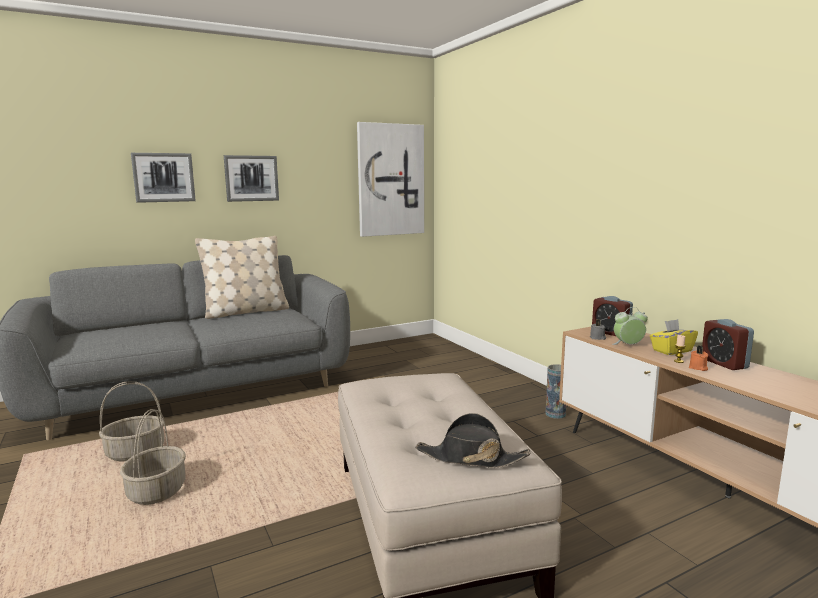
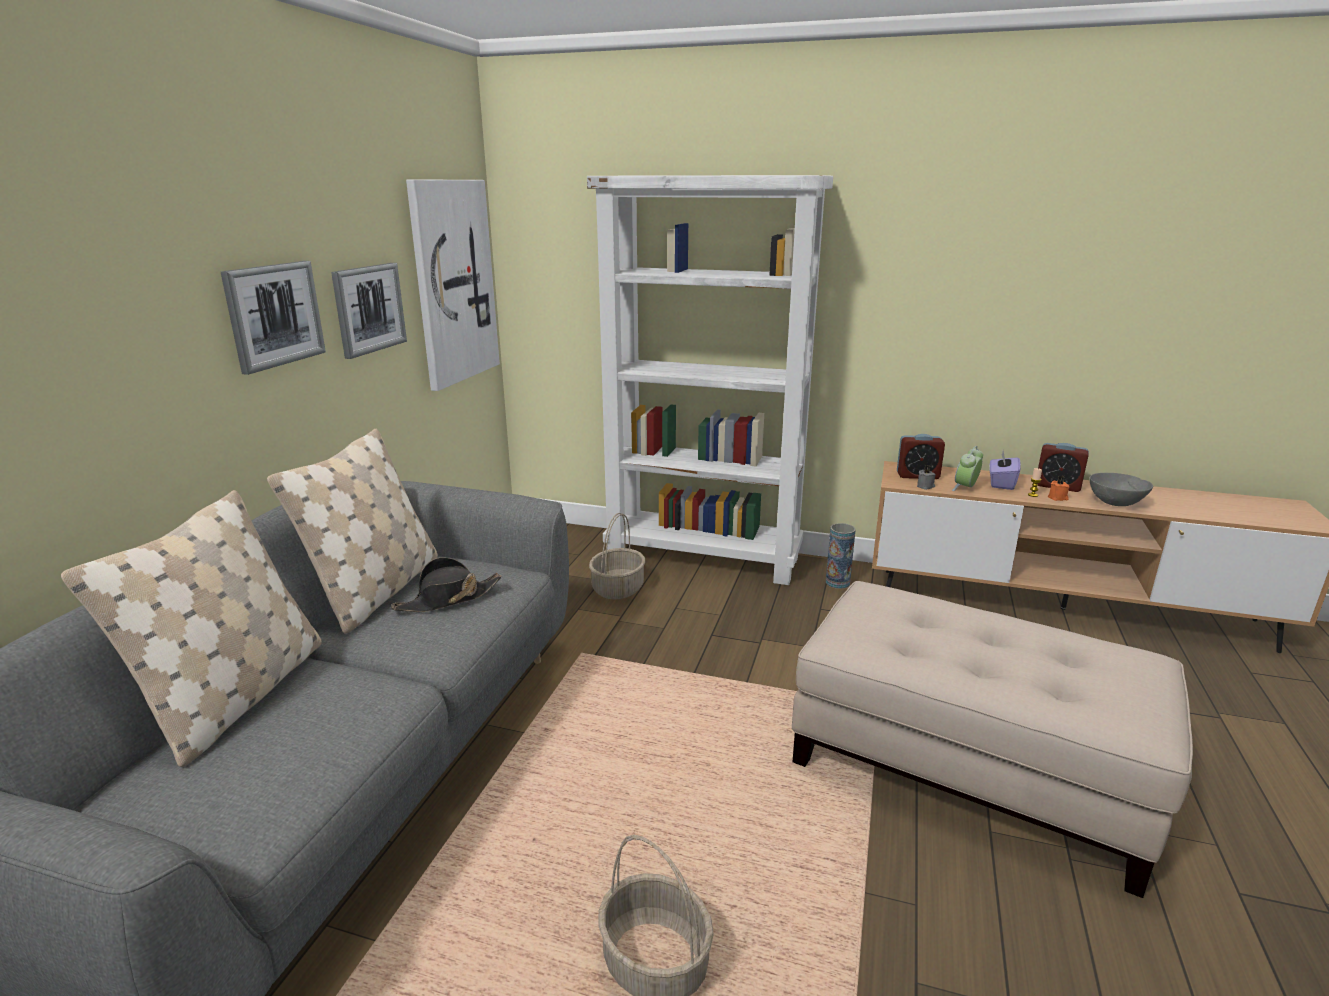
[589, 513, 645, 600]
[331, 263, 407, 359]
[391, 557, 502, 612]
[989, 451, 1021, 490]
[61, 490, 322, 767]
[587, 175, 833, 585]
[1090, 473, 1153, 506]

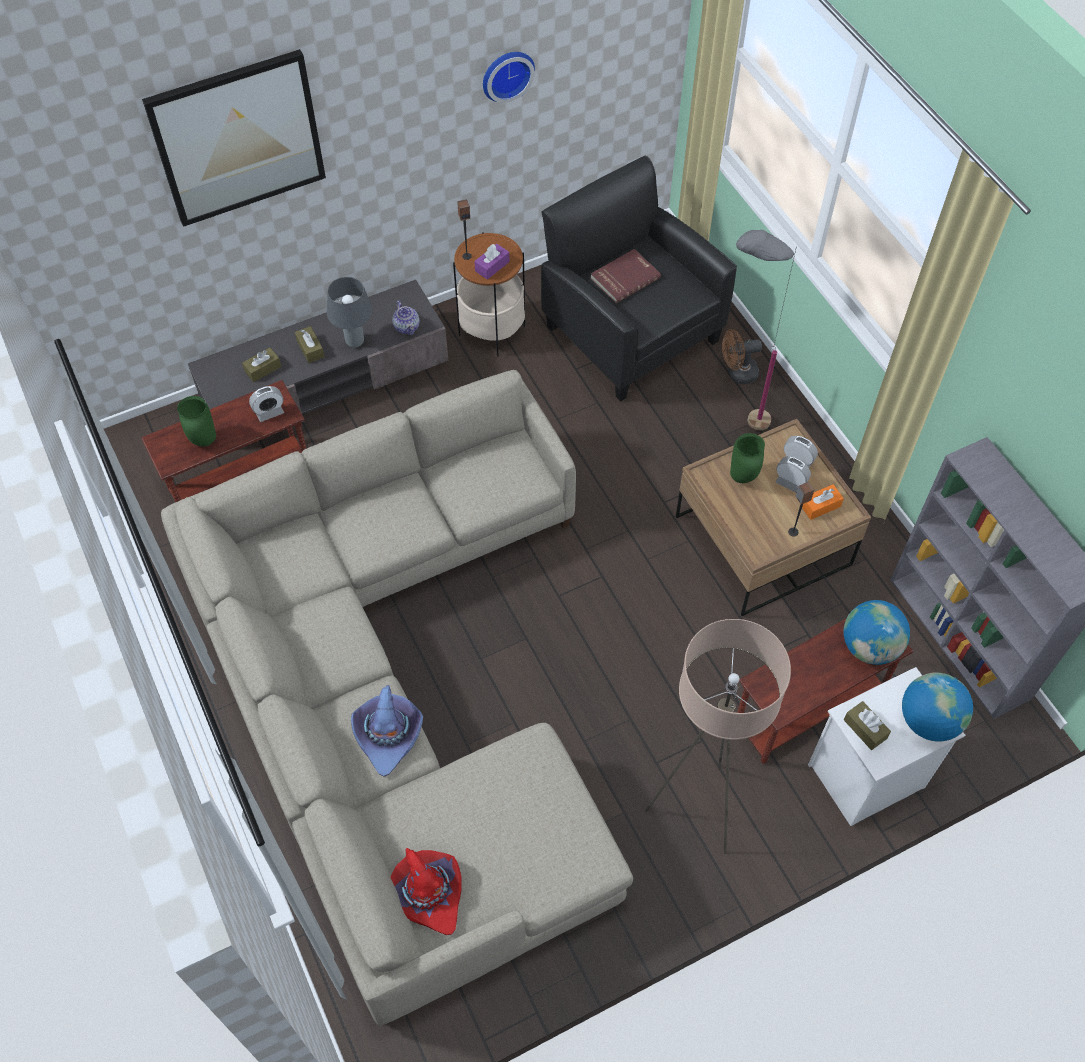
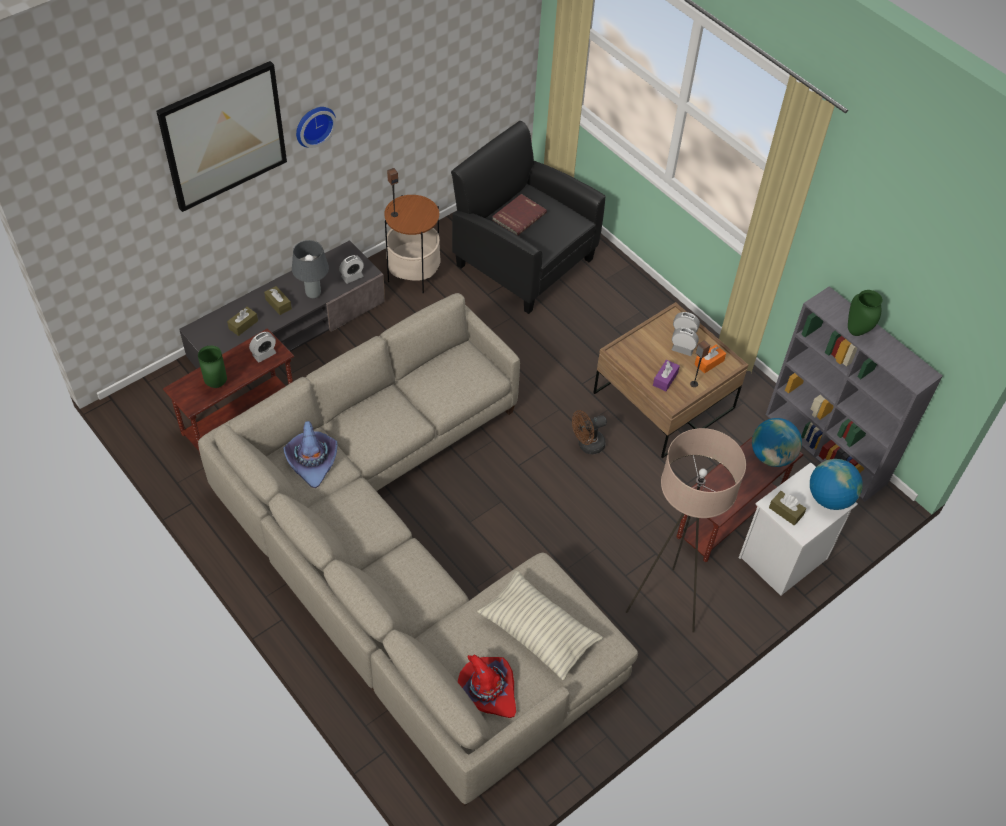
[283, 421, 338, 488]
[339, 255, 364, 284]
[653, 360, 680, 391]
[296, 107, 336, 148]
[572, 410, 607, 454]
[848, 290, 882, 336]
[736, 230, 797, 430] (first image)
[477, 571, 603, 680]

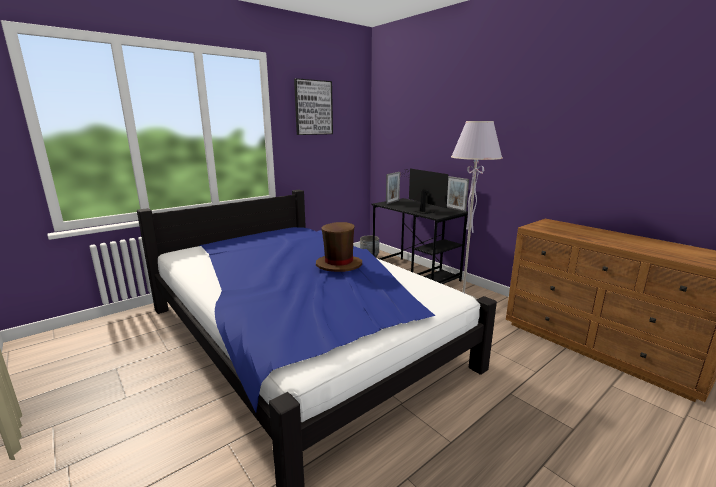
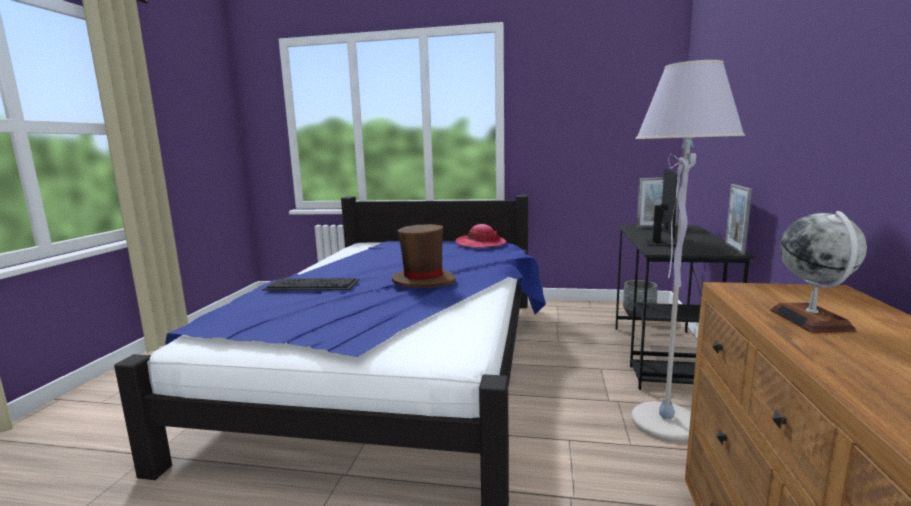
[294, 78, 333, 135] (first image)
[262, 278, 360, 291]
[455, 224, 506, 248]
[770, 211, 867, 333]

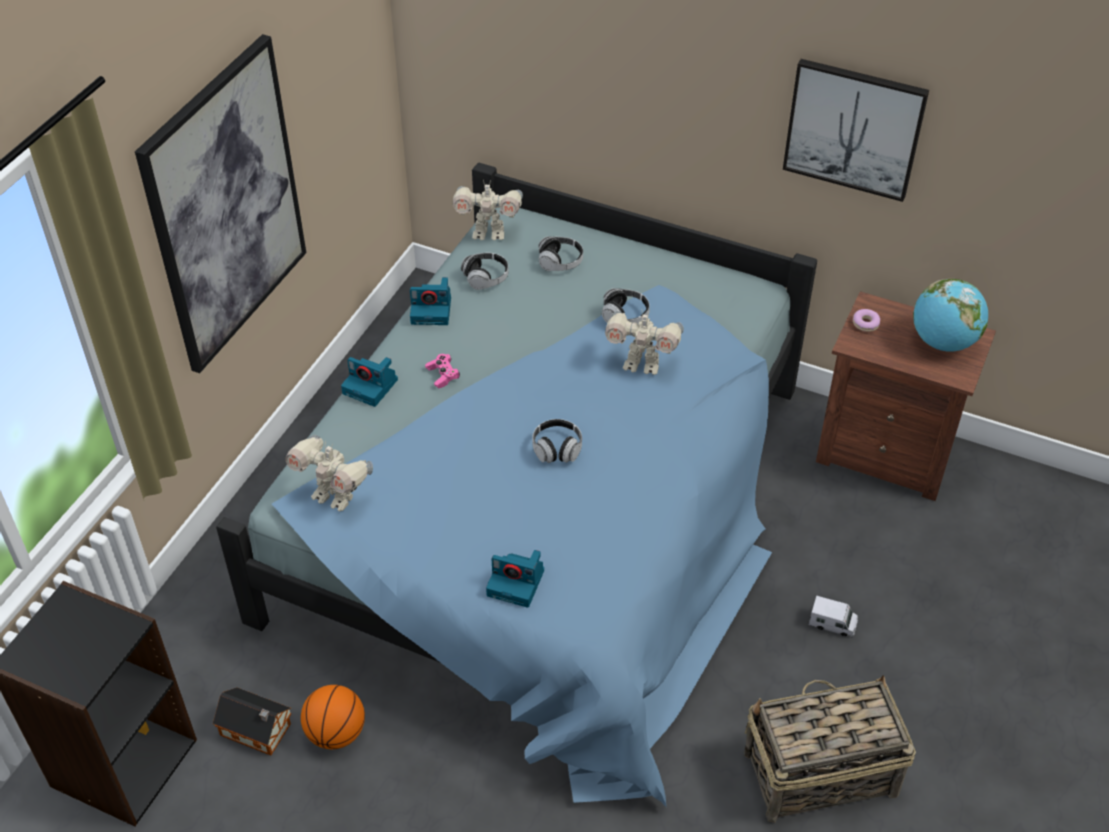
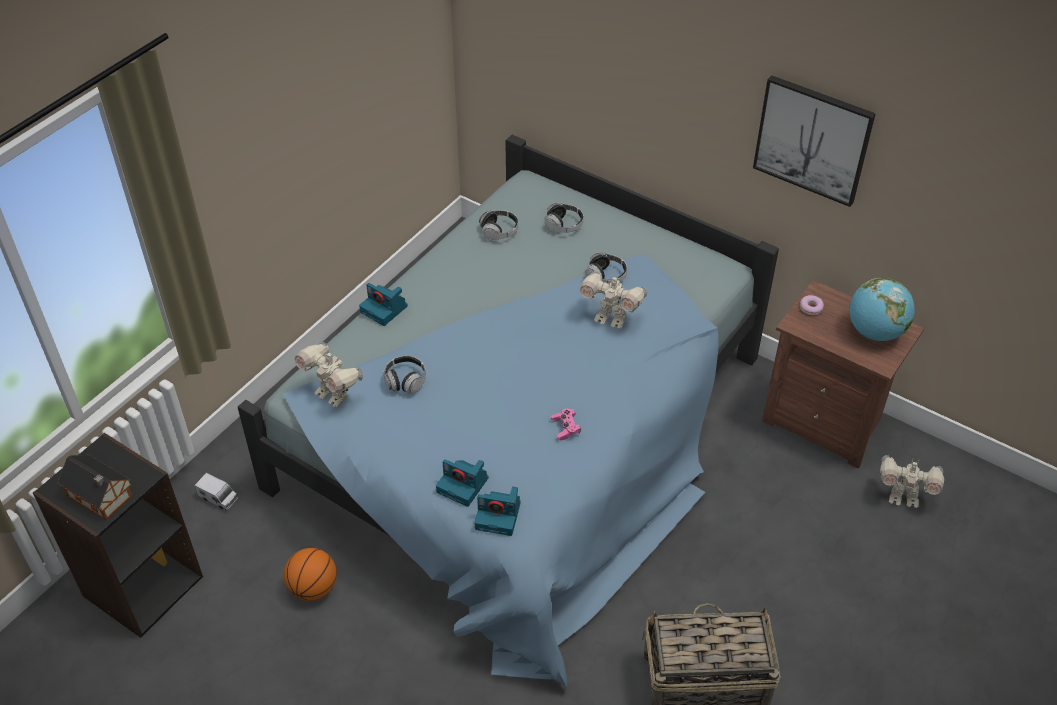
[135, 34, 306, 373] (first image)
[58, 455, 132, 520]
[475, 487, 520, 536]
[551, 408, 581, 441]
[880, 455, 944, 508]
[384, 356, 426, 393]
[195, 473, 238, 510]

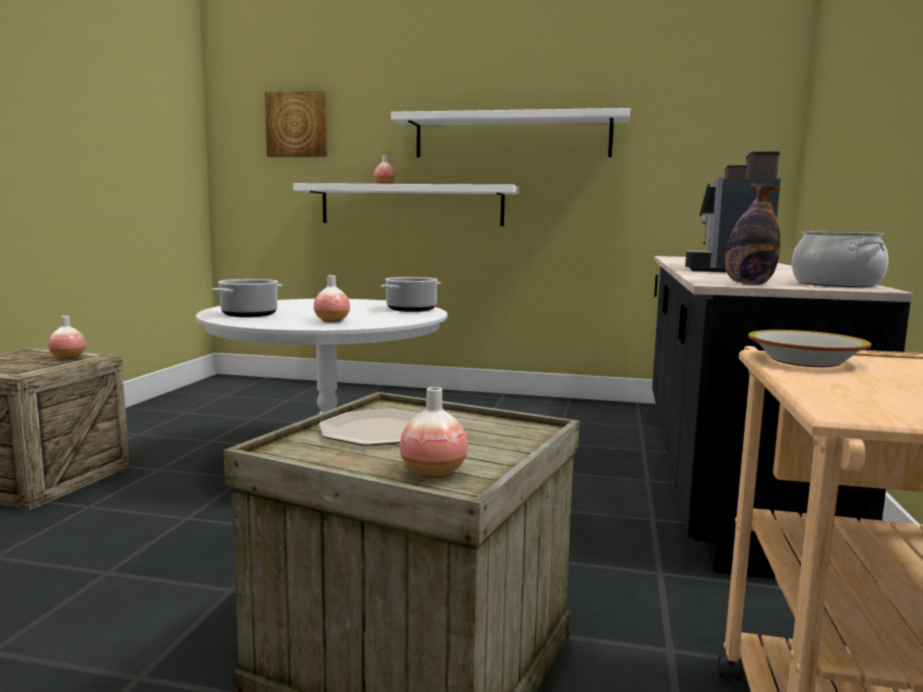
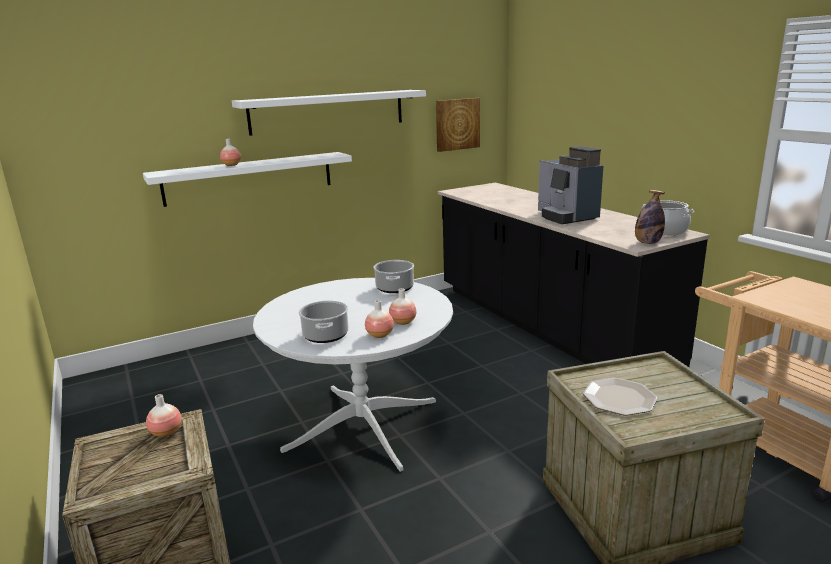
[436, 98, 480, 152]
[365, 300, 394, 338]
[748, 330, 871, 367] (first image)

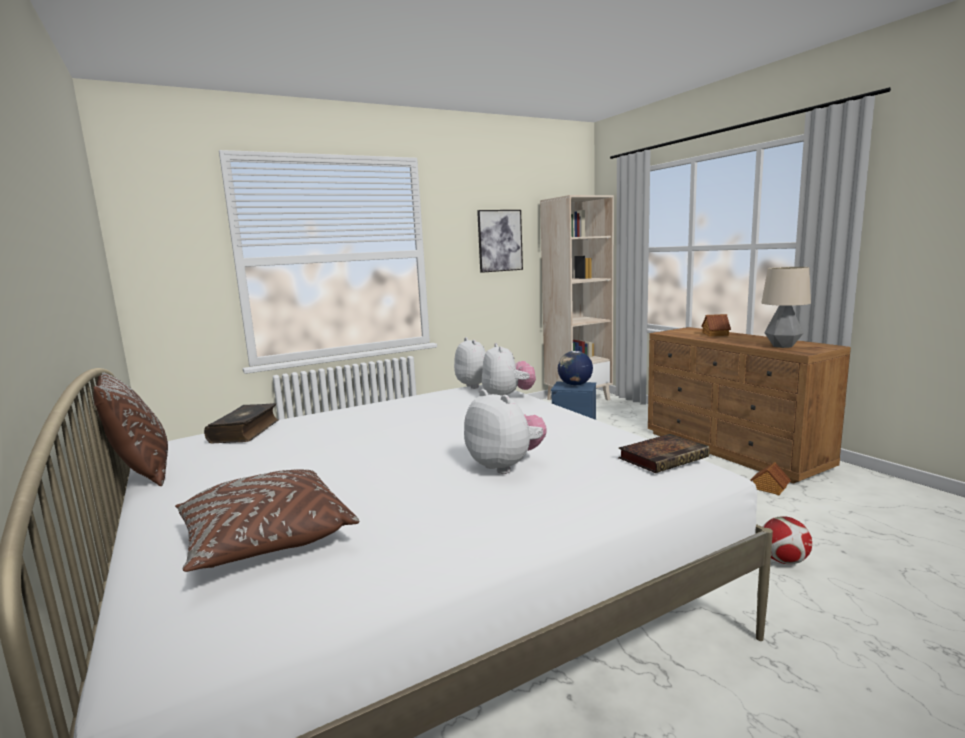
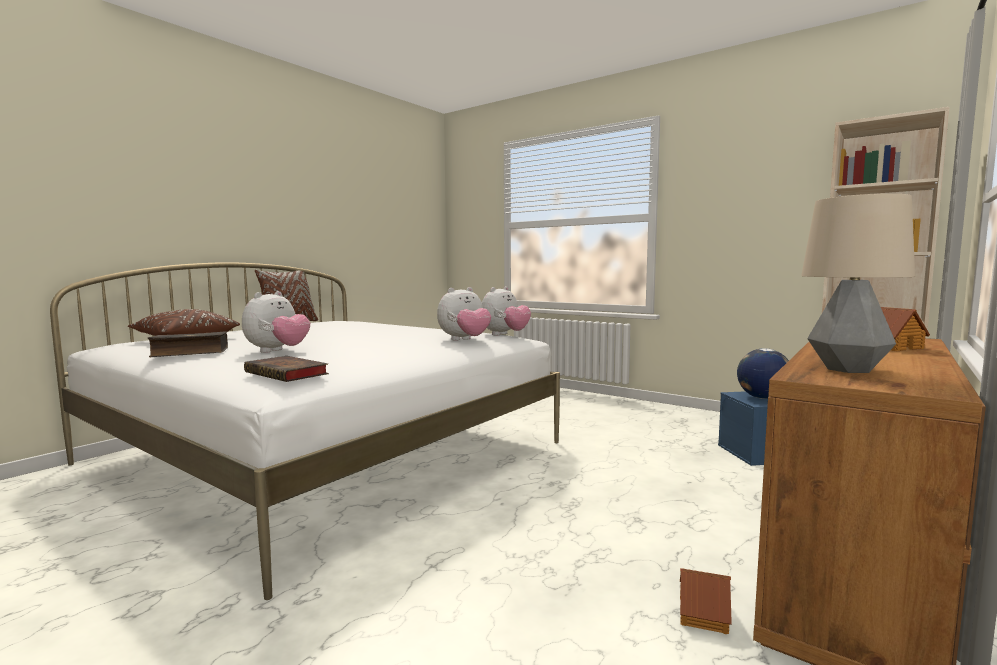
[148, 331, 228, 357]
[477, 210, 523, 273] (first image)
[763, 516, 812, 564] (first image)

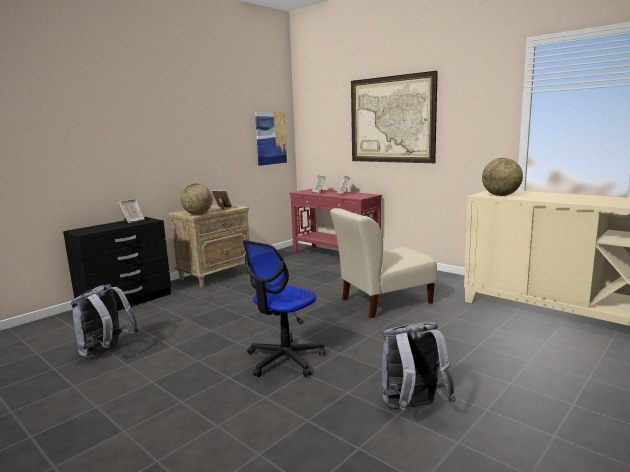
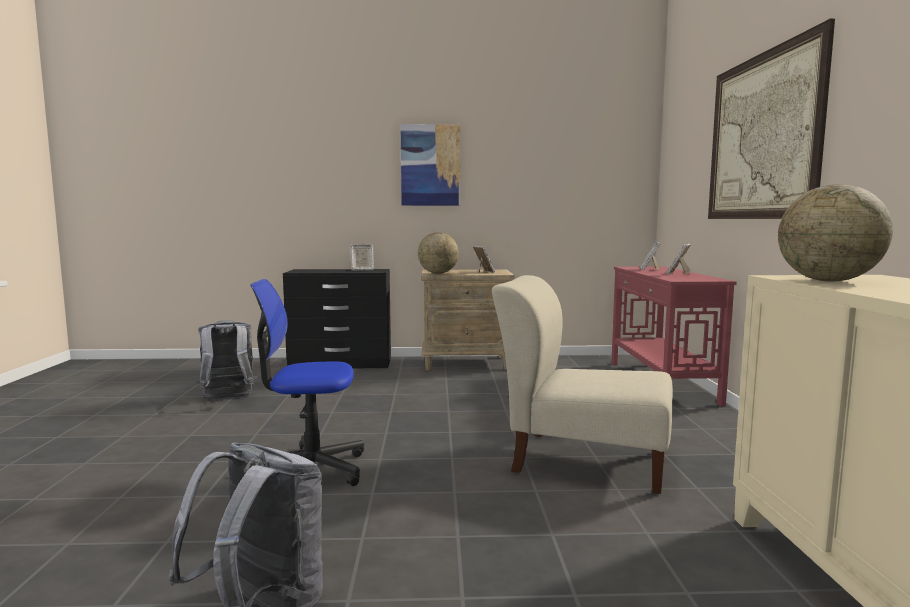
[400, 124, 460, 206]

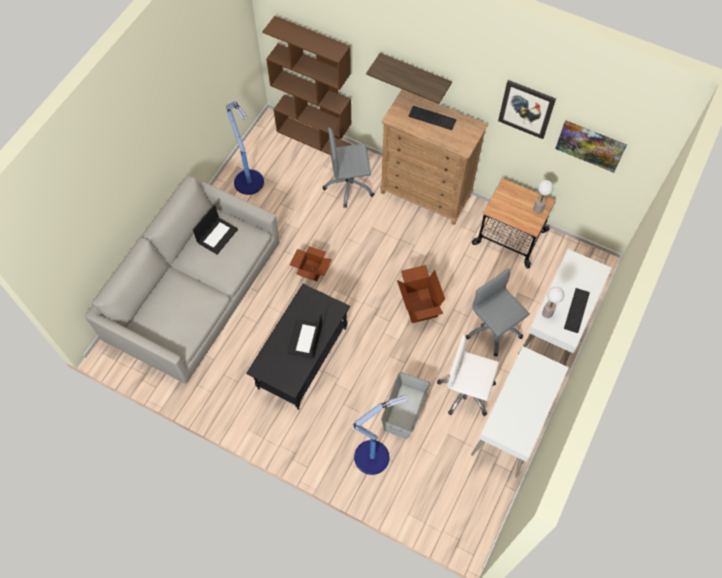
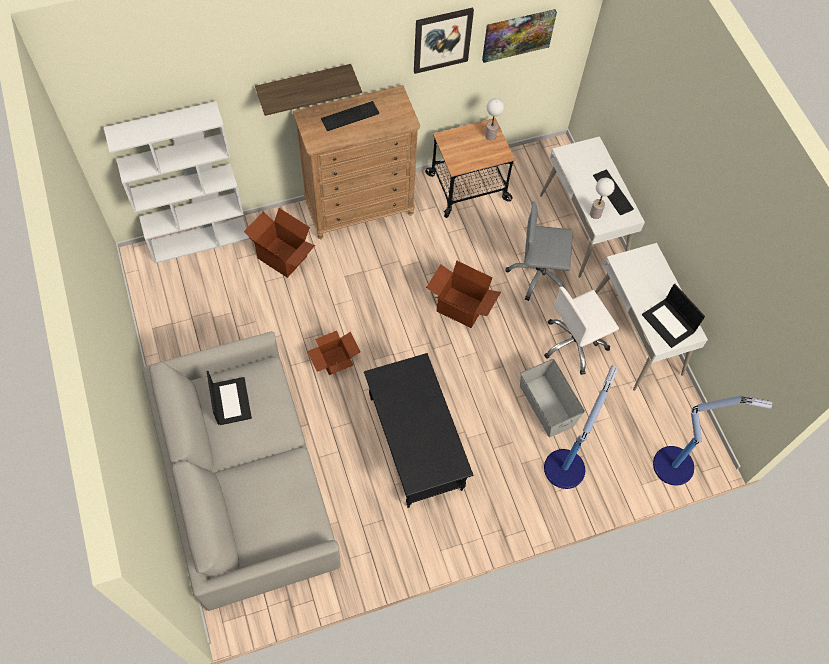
[653, 396, 772, 486]
[104, 101, 249, 263]
[642, 284, 705, 348]
[244, 208, 315, 278]

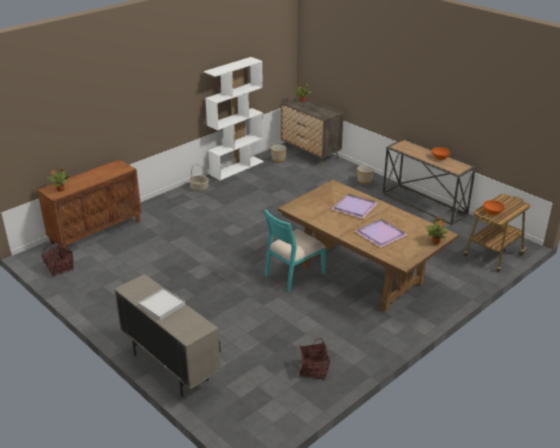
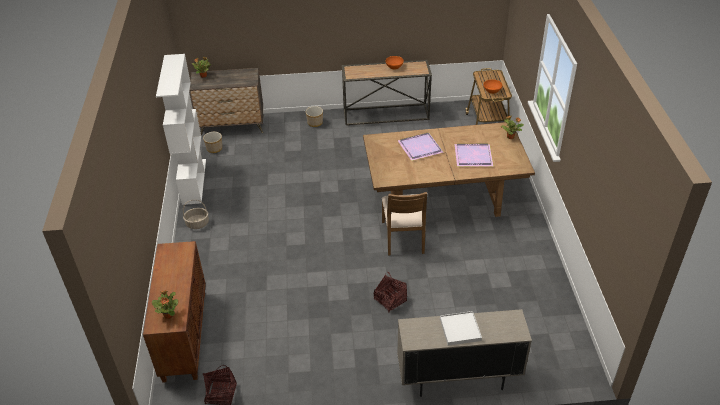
[382, 192, 427, 256]
[374, 272, 407, 313]

